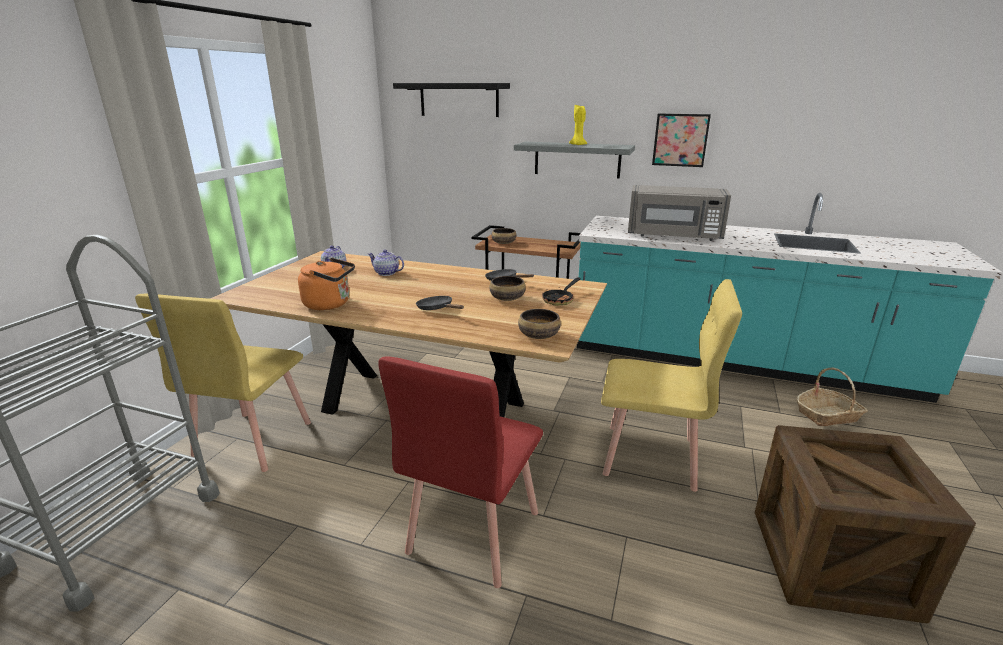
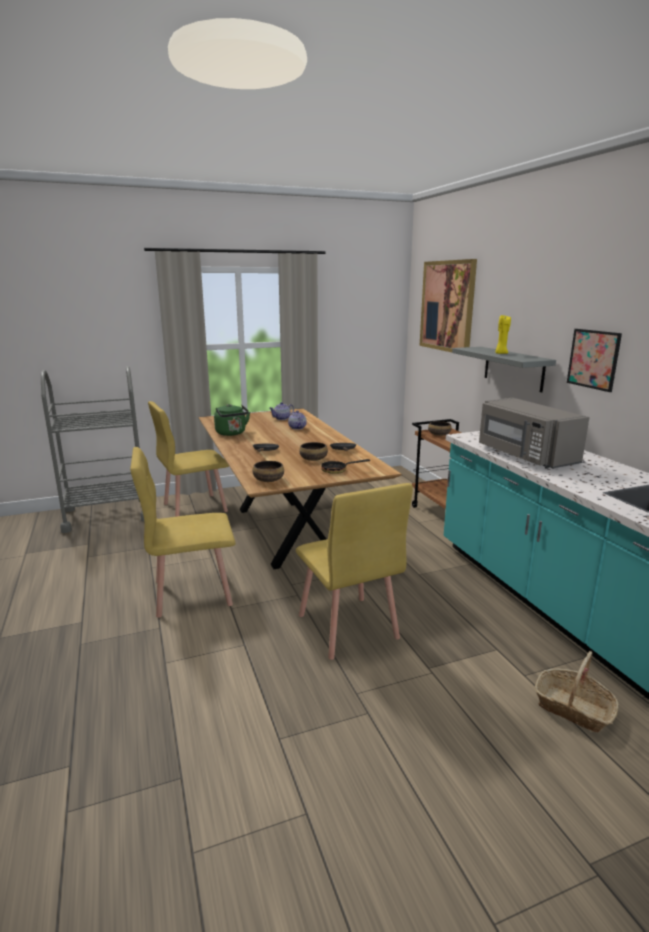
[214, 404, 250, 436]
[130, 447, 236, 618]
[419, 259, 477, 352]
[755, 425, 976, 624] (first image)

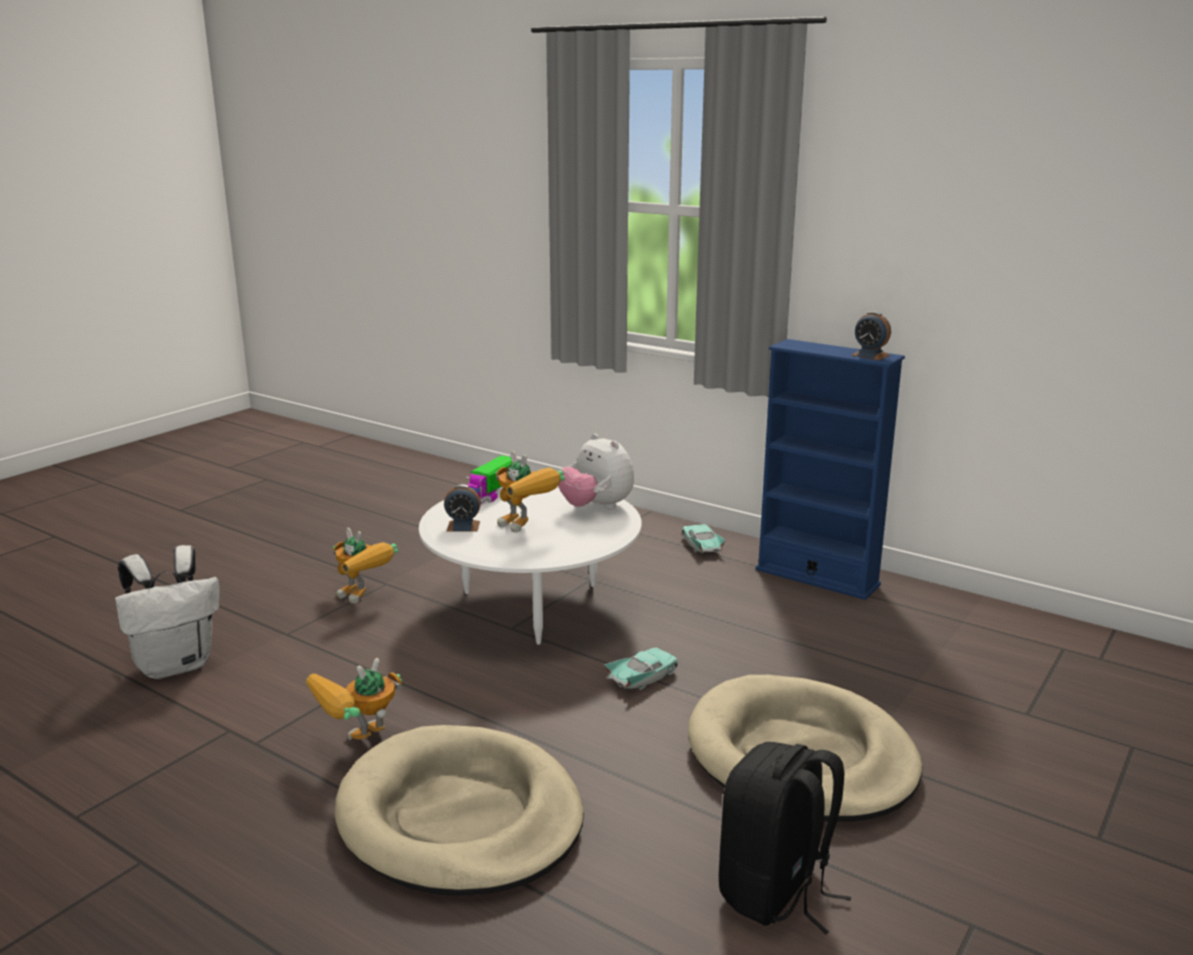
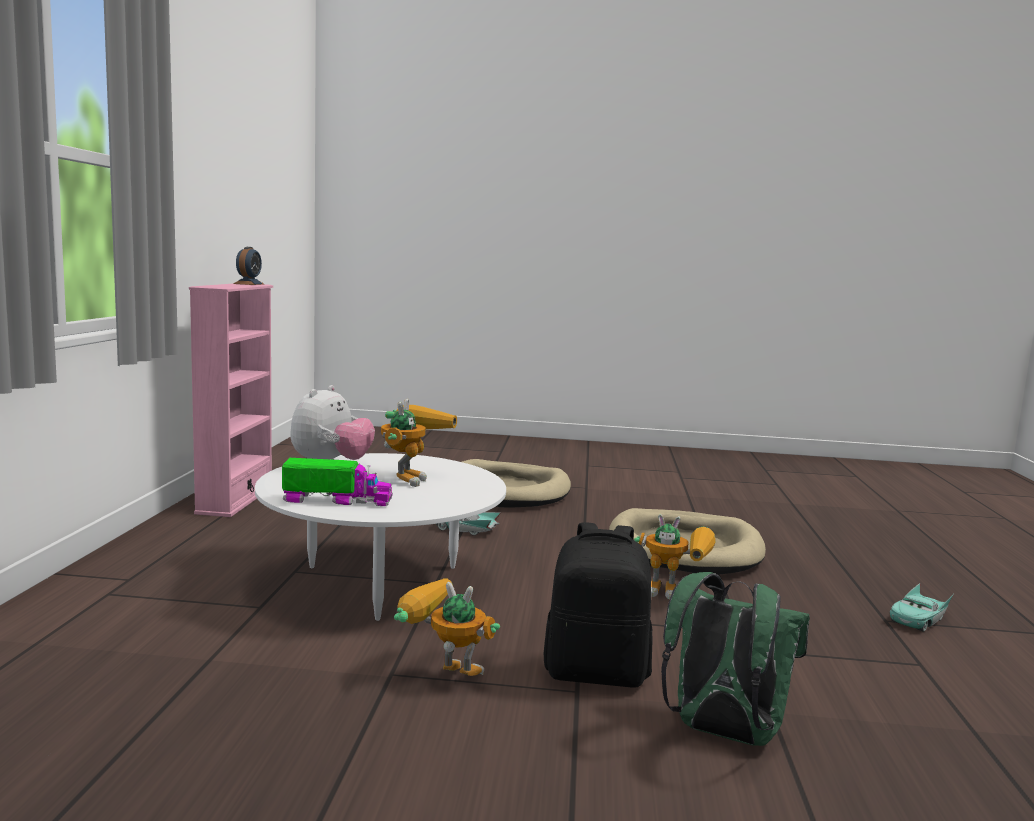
[661, 572, 810, 746]
[394, 578, 500, 676]
[444, 484, 481, 531] (first image)
[890, 583, 954, 632]
[544, 522, 653, 688]
[189, 284, 273, 517]

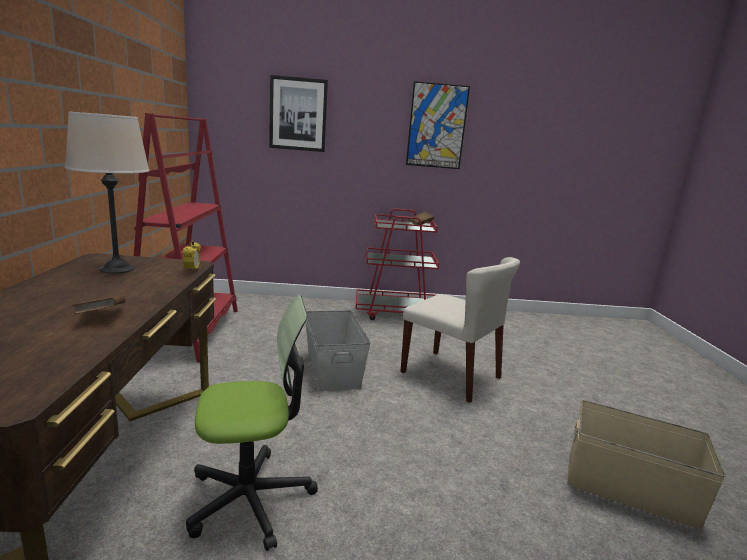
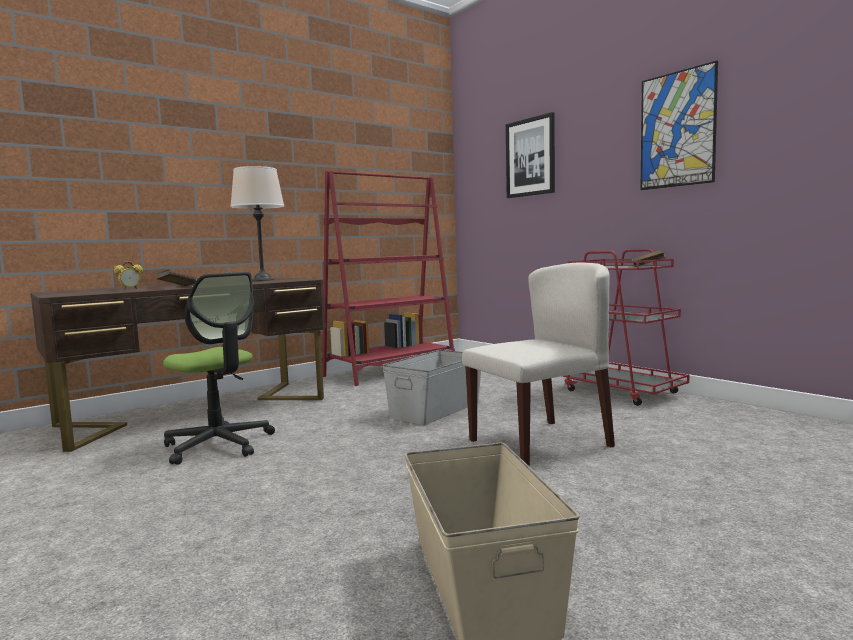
[114, 262, 143, 290]
[462, 262, 615, 467]

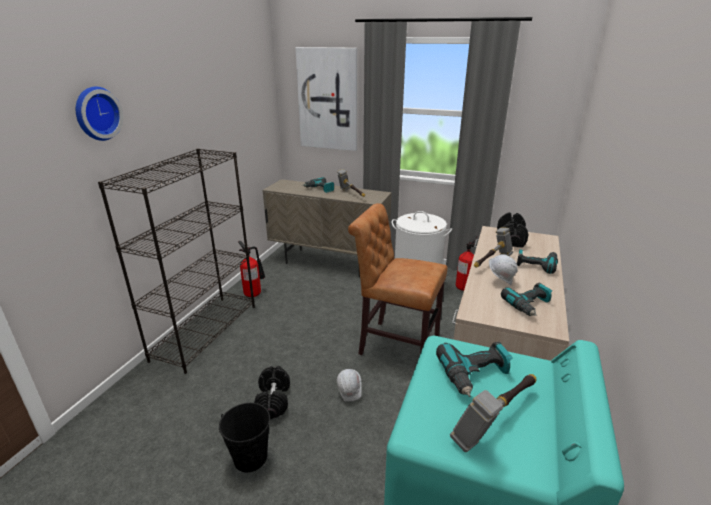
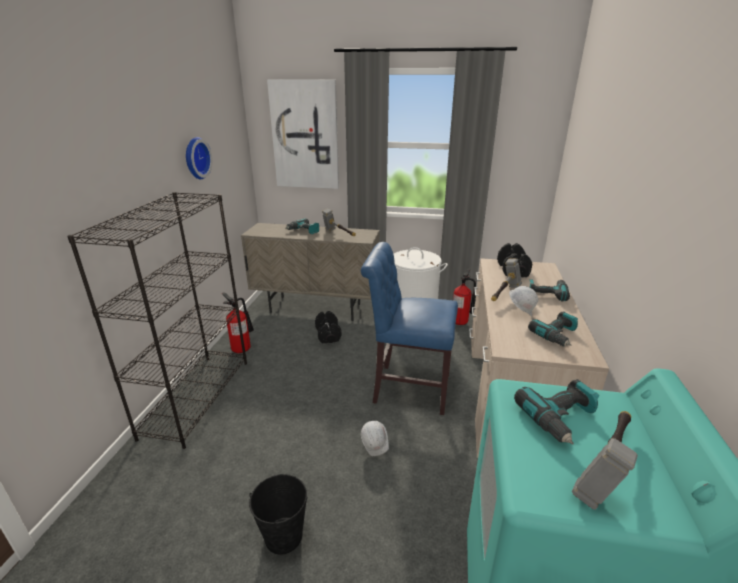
[186, 137, 212, 179]
[315, 311, 341, 344]
[361, 242, 458, 415]

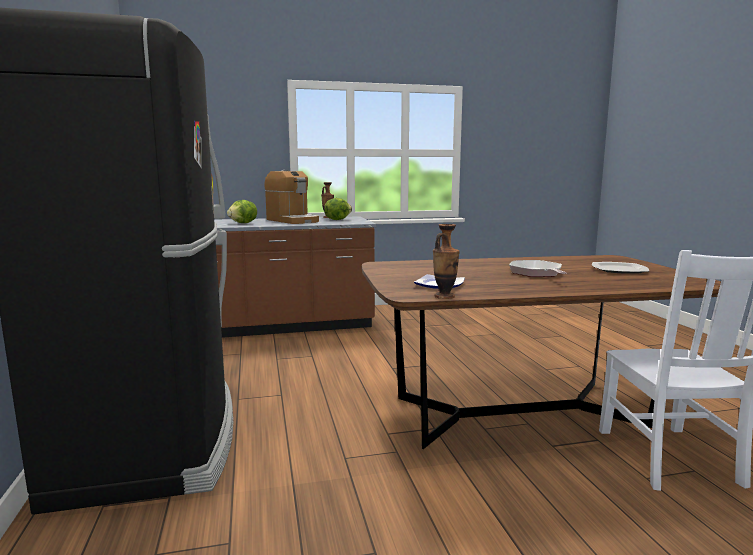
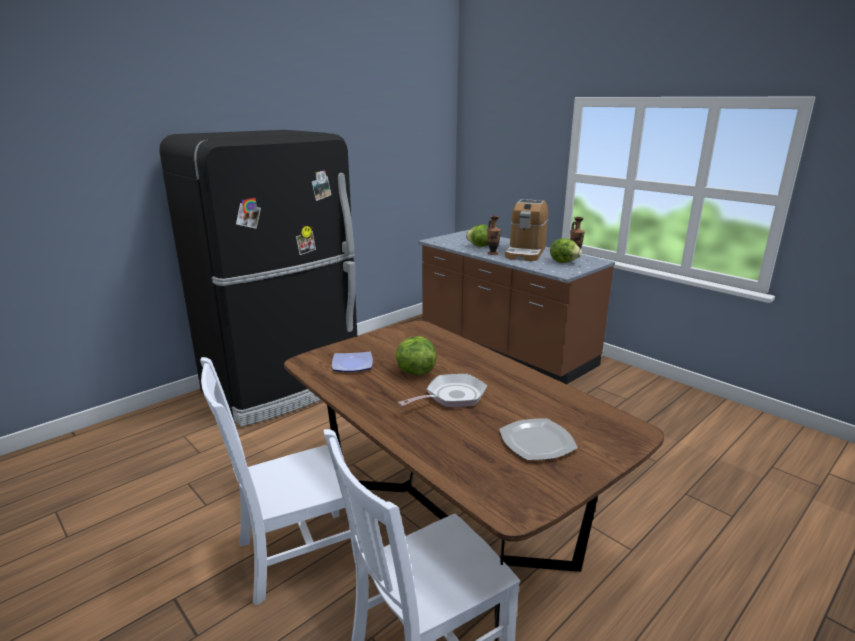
[487, 215, 501, 255]
[200, 357, 355, 606]
[396, 336, 436, 375]

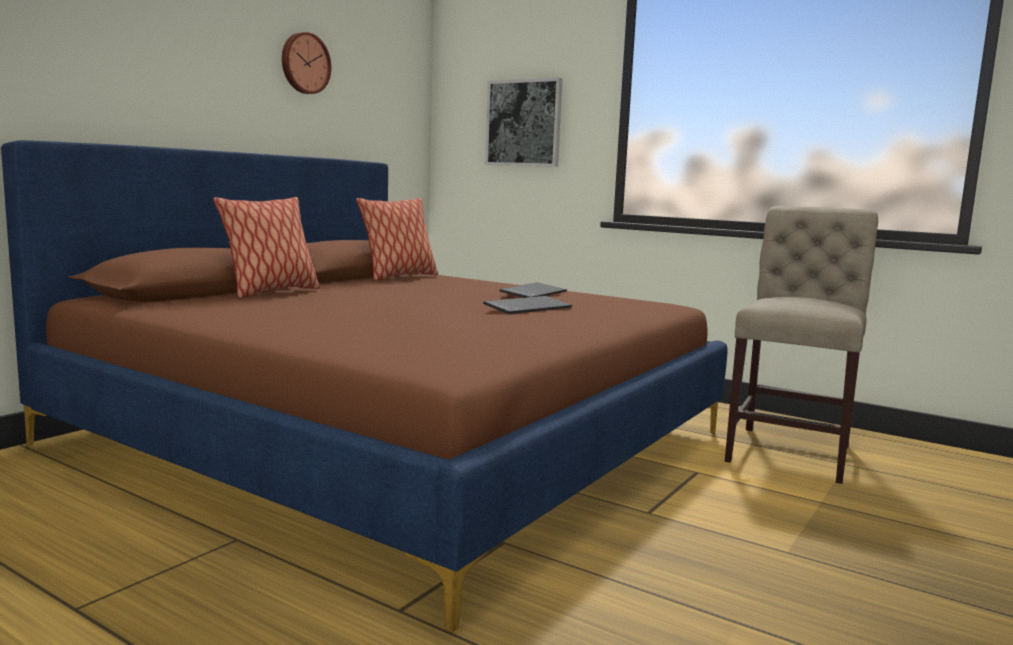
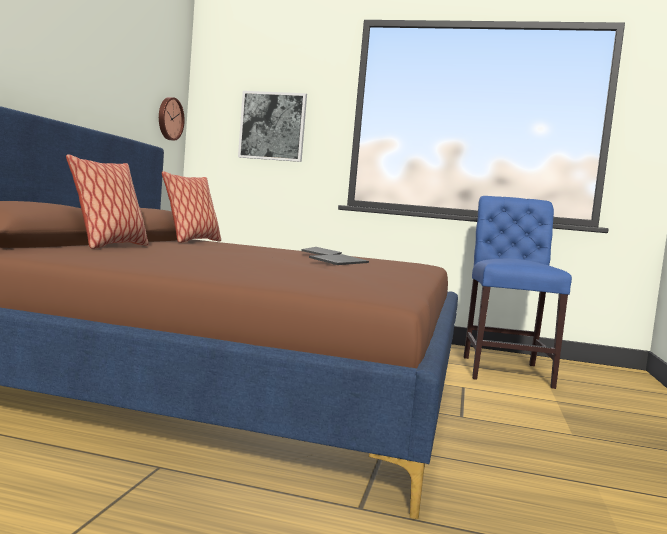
[159, 97, 185, 141]
[464, 196, 572, 389]

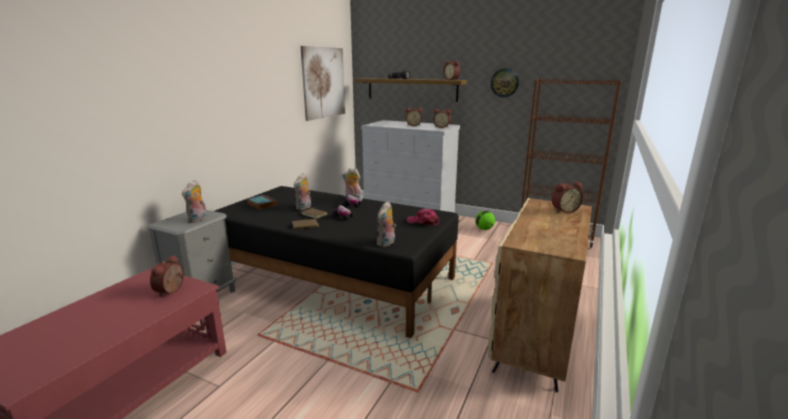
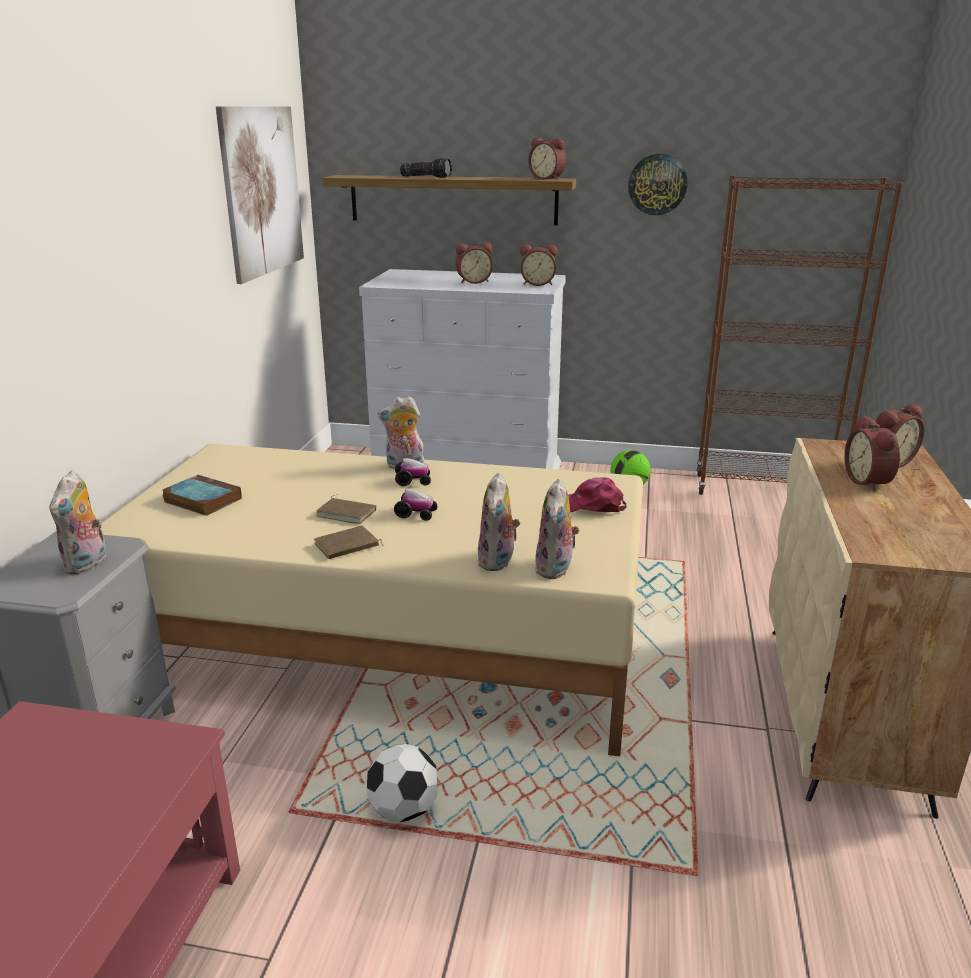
[844, 416, 900, 492]
[101, 444, 643, 756]
[478, 473, 520, 571]
[367, 744, 437, 823]

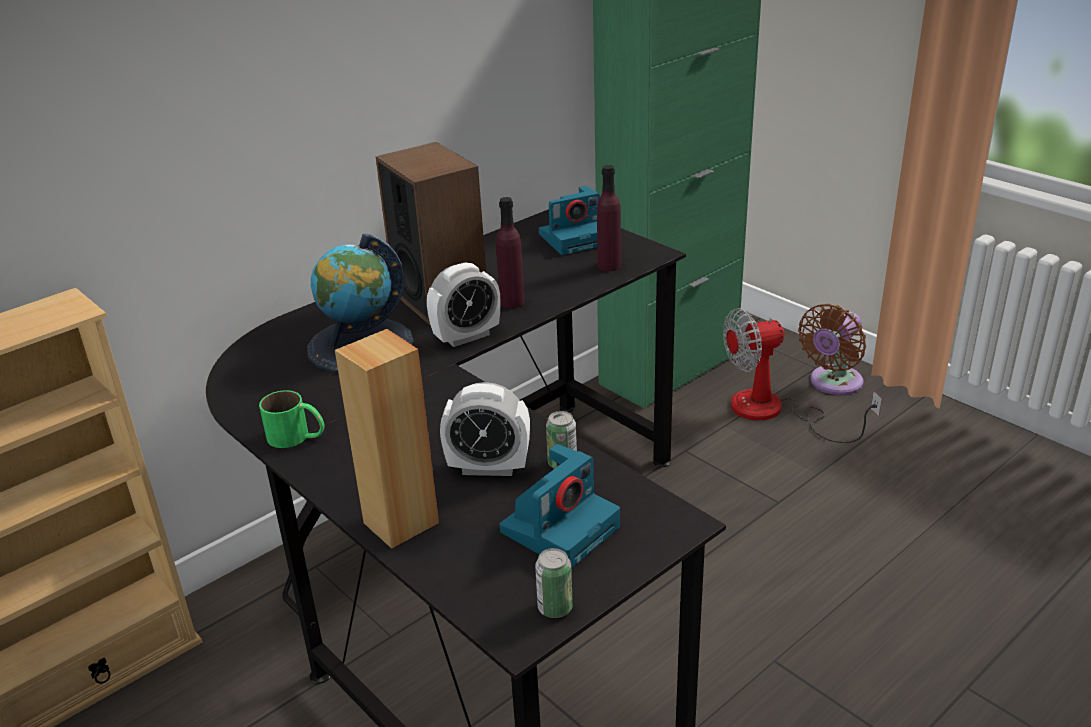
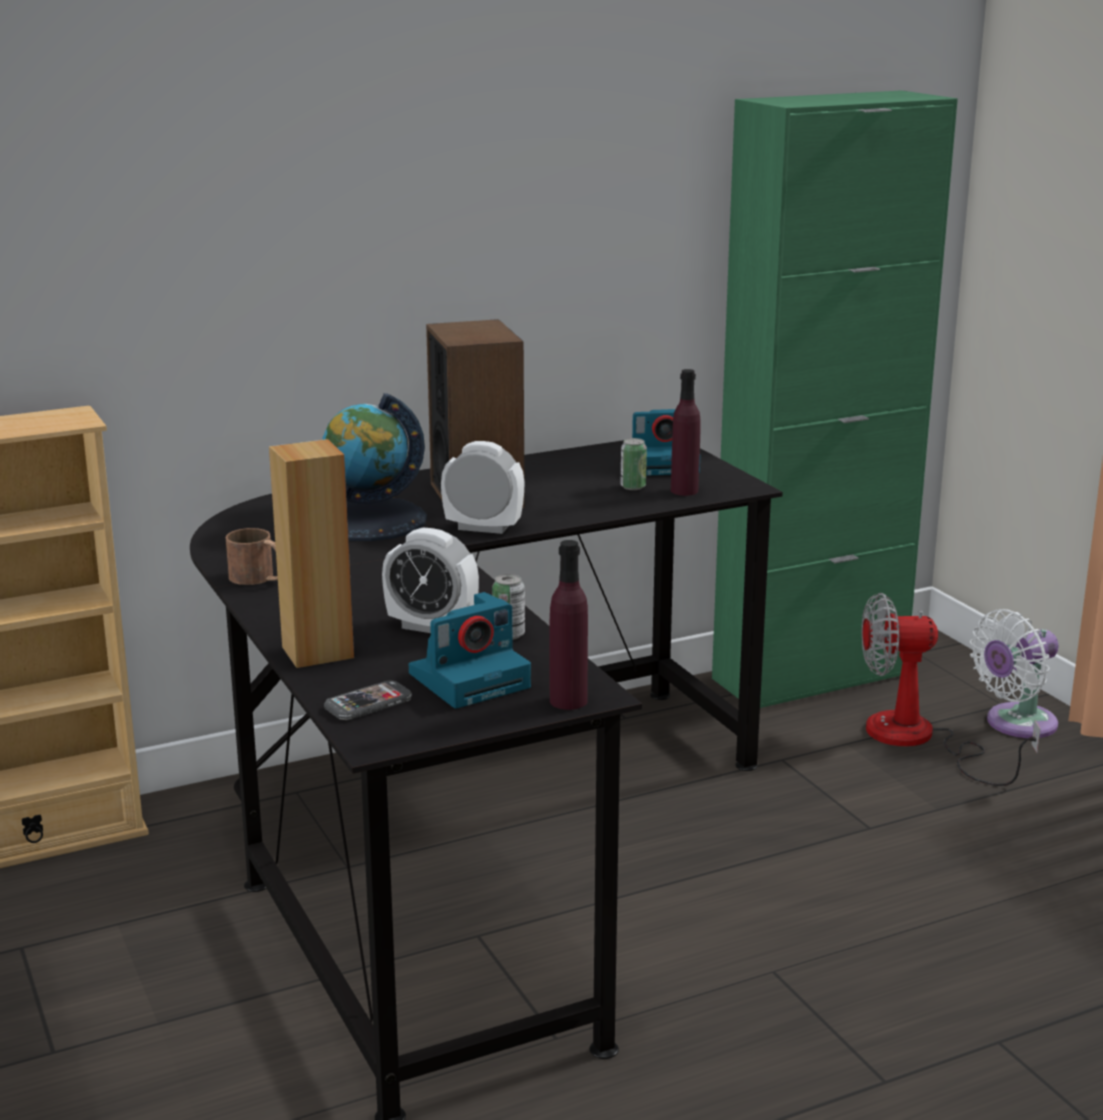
[226, 528, 278, 585]
[441, 441, 524, 534]
[549, 540, 588, 710]
[621, 438, 647, 490]
[970, 609, 1059, 738]
[324, 680, 412, 720]

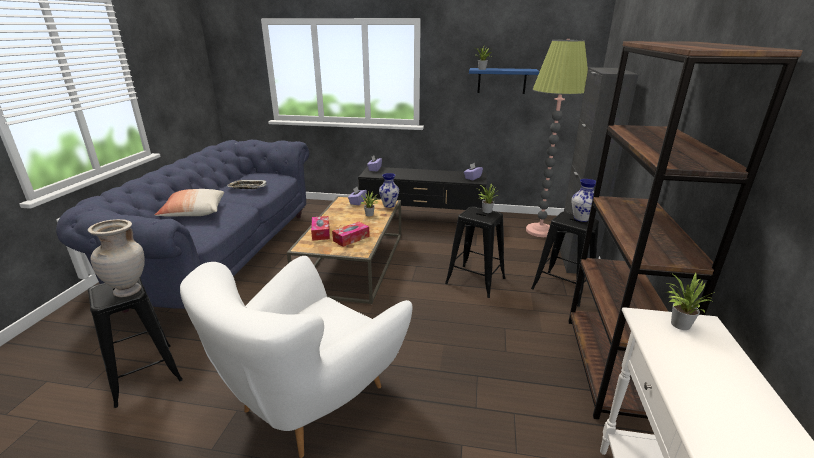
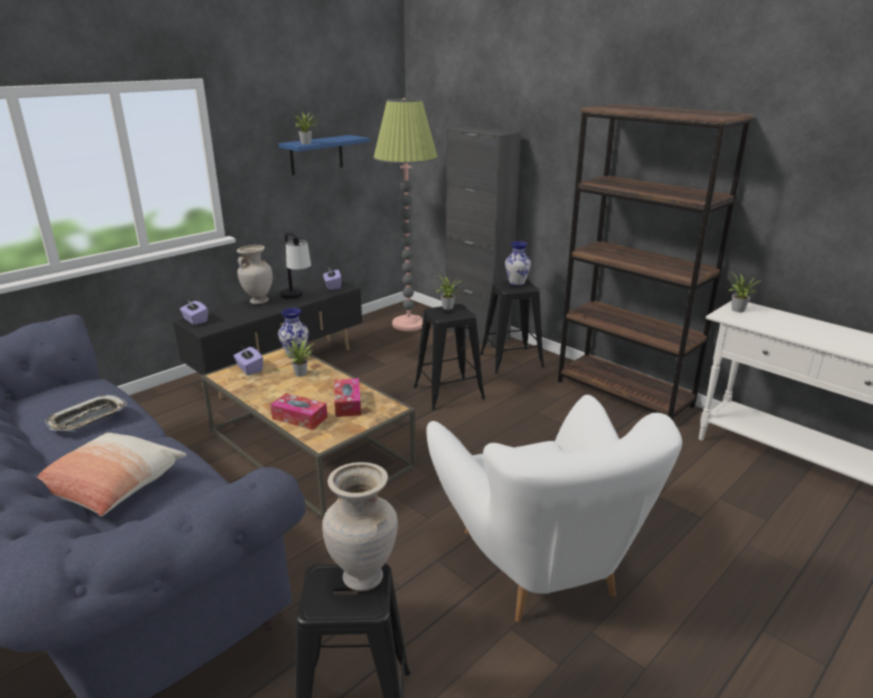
[237, 245, 273, 304]
[280, 233, 311, 299]

